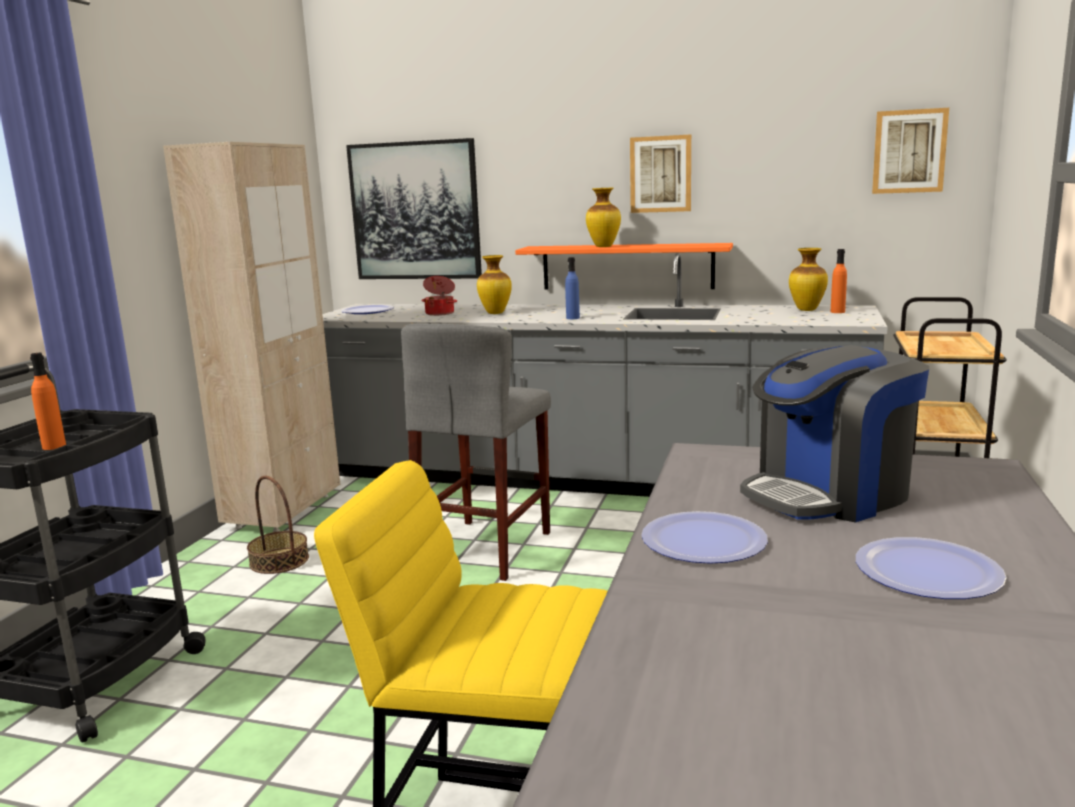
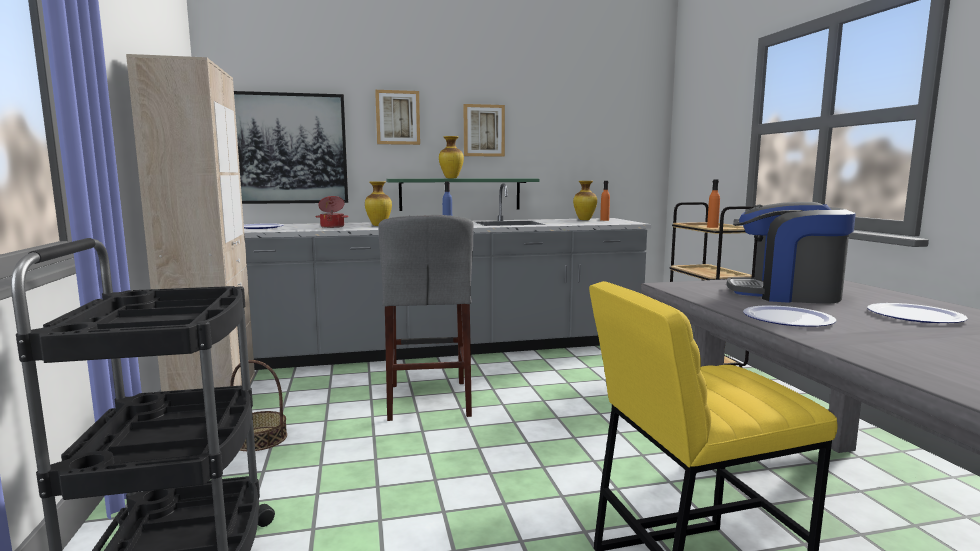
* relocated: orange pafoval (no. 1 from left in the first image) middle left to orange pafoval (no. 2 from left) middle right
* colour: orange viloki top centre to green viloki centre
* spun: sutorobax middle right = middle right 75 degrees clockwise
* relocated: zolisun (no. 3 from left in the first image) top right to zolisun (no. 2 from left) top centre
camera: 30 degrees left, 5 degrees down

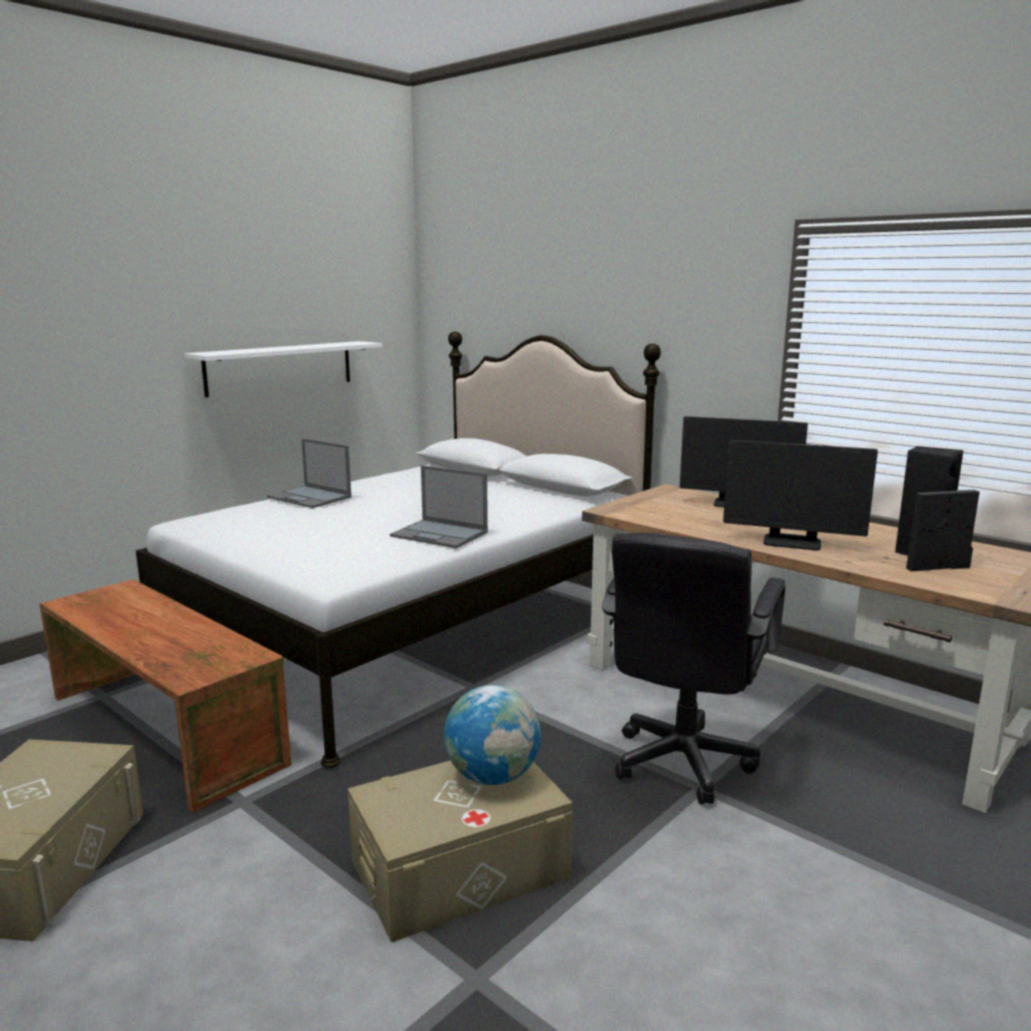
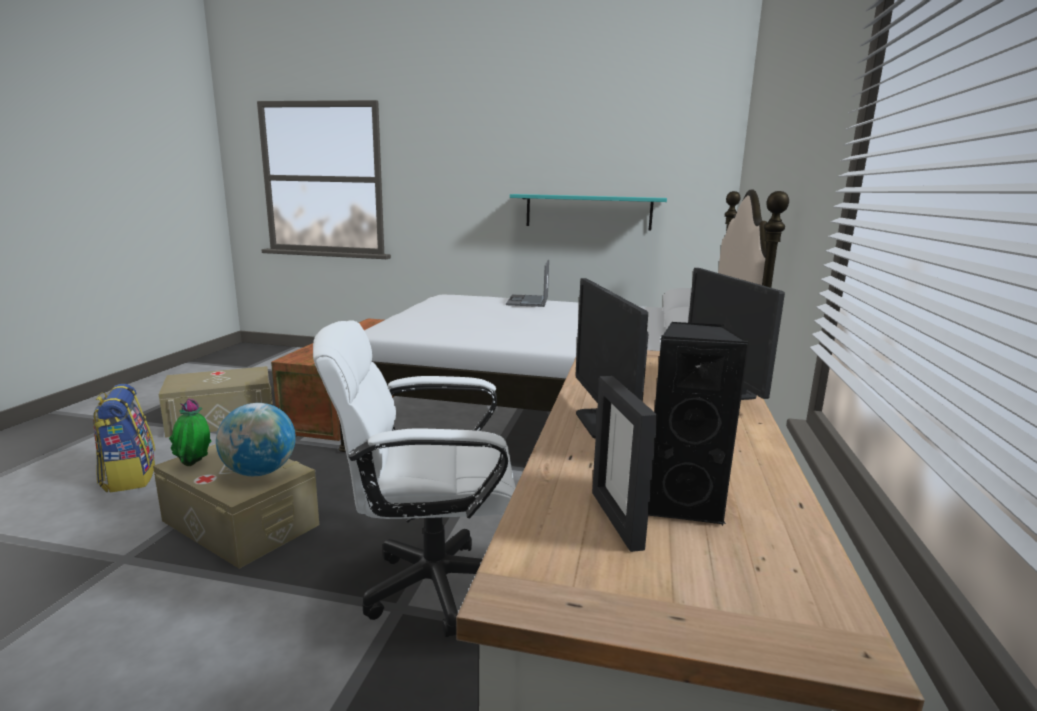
* colour: white viloki middle left to turquoise viloki top centre
* missing: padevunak (no. 2 from left) centre
* colour: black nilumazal middle right to white nilumazal bottom centre
* spun: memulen middle right = centre 150 degrees counterclockwise
* appeared: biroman middle left
* appeared: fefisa middle left
camera: 60 degrees right, 0 degrees up

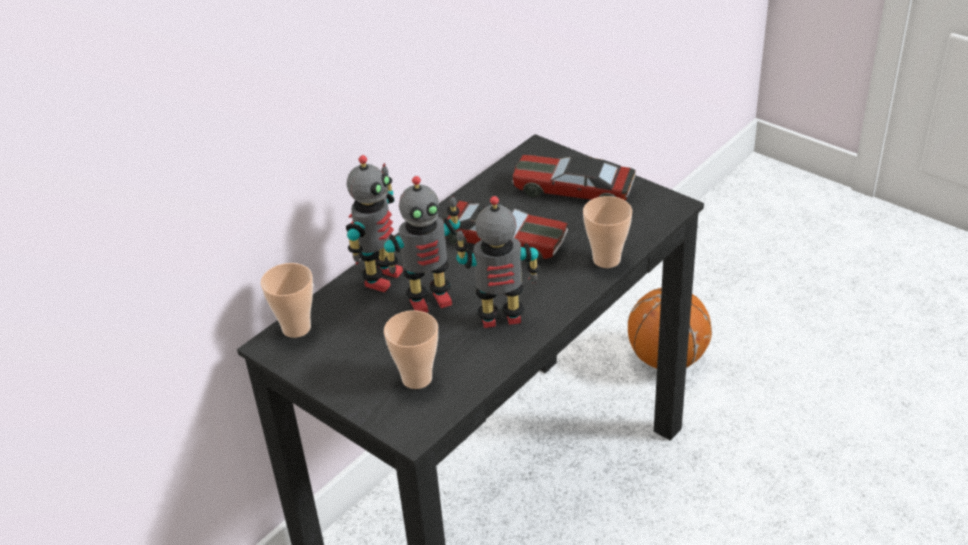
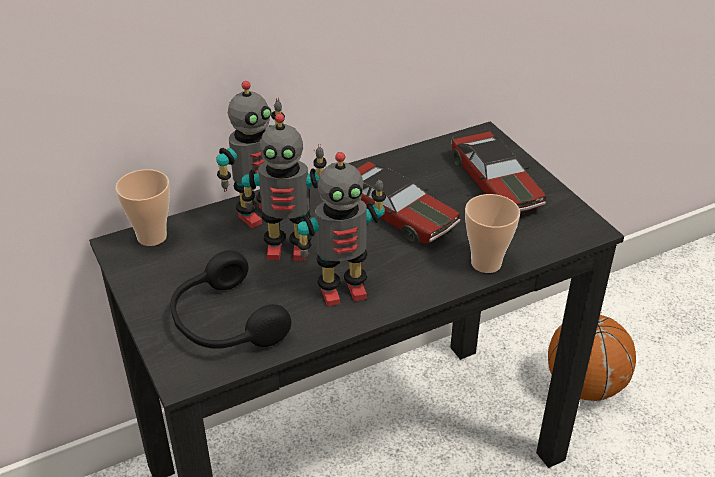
* exchanged: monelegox (no. 2 from left) centre to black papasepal middle left
* spun: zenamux (no. 3 from left) centre = centre 150 degrees clockwise
* spun: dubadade (no. 2 from left) top centre = middle right 150 degrees counterclockwise
camera: 20 degrees right, 0 degrees up

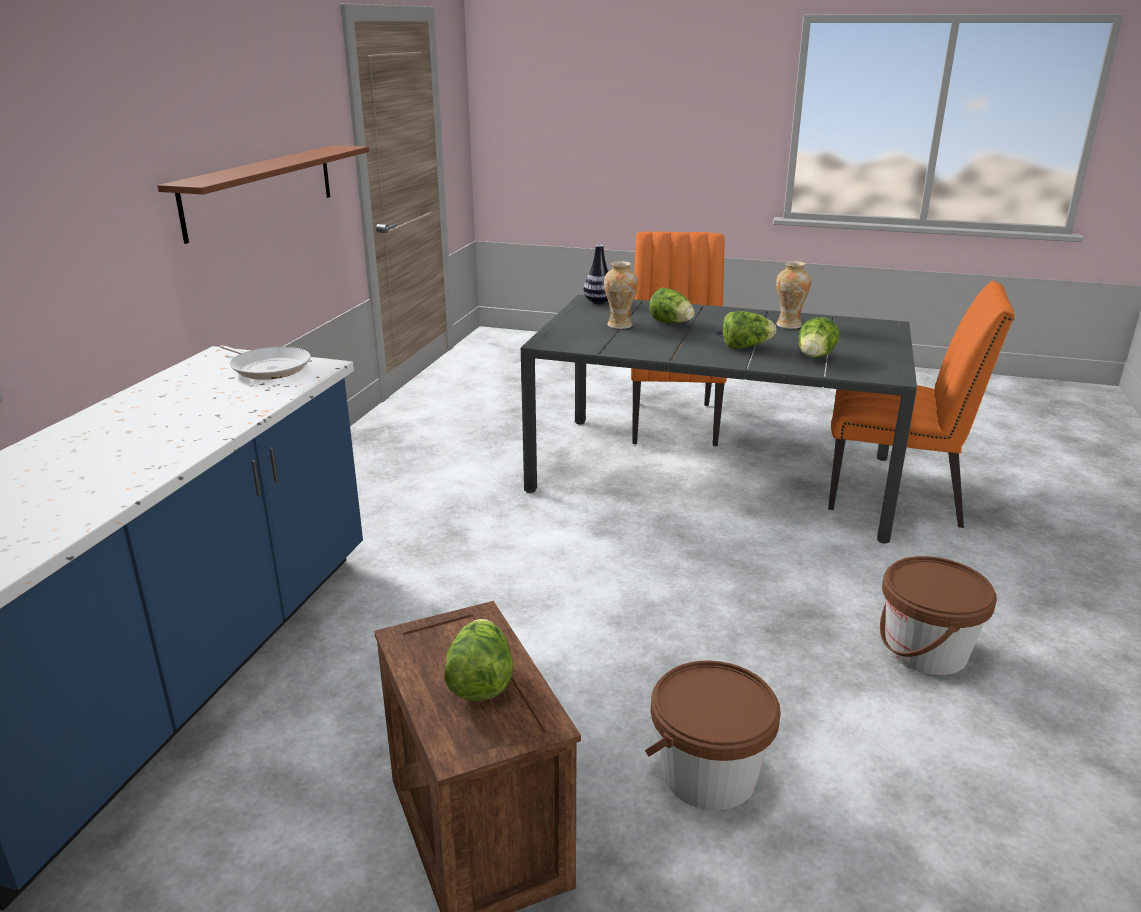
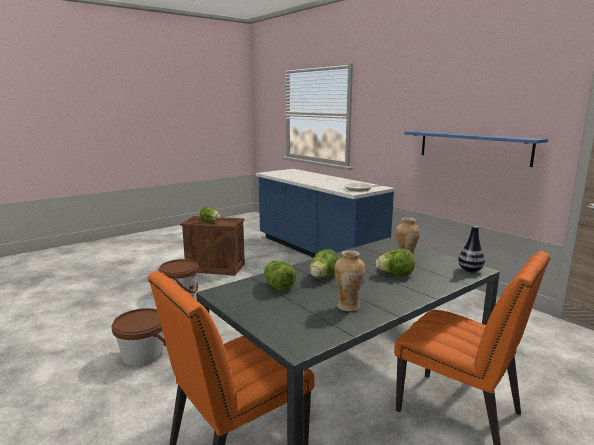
* colour: brown viloki top left to blue viloki middle right
camera: 125 degrees right, 10 degrees down

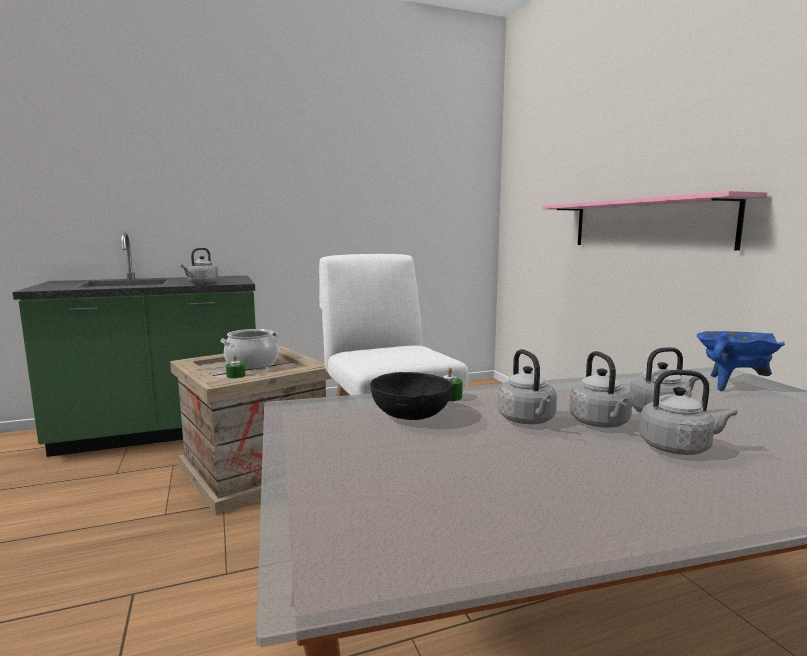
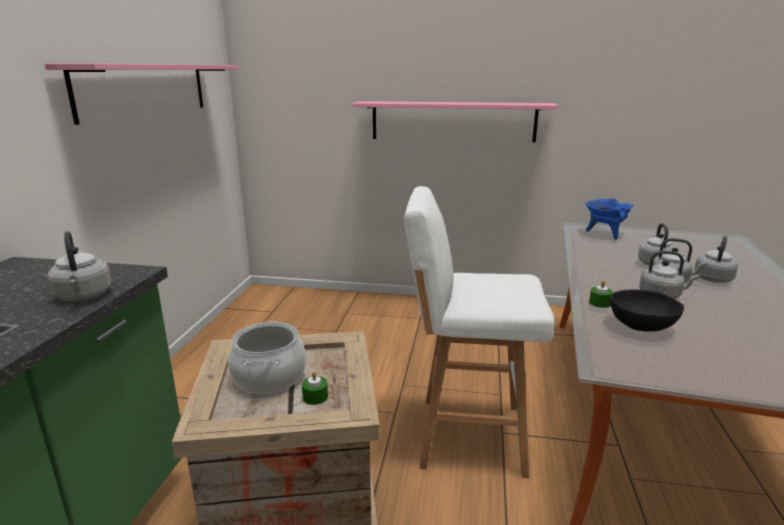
* appeared: pink viloki (no. 1 from left) top left
camera: 60 degrees left, 10 degrees up

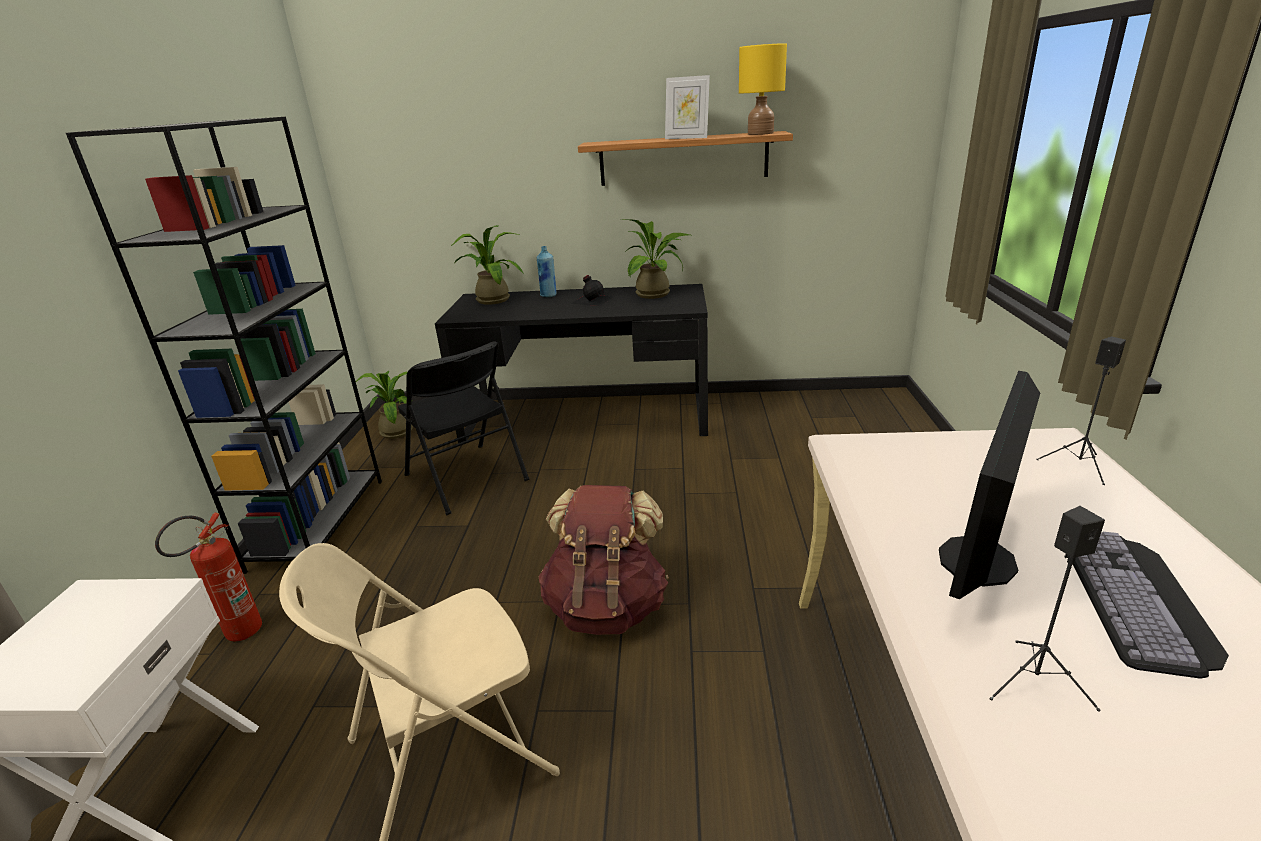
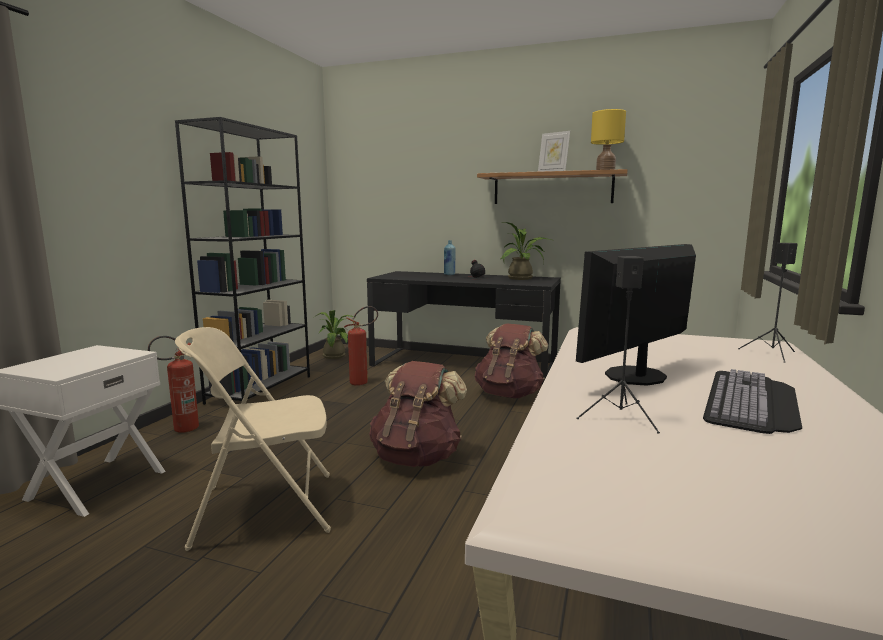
* exchanged: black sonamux centre to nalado (no. 2 from left) centre
* missing: fefisa (no. 2 from left) top centre
* appeared: brown biroman (no. 2 from left) centre
camera: 15 degrees right, 15 degrees down

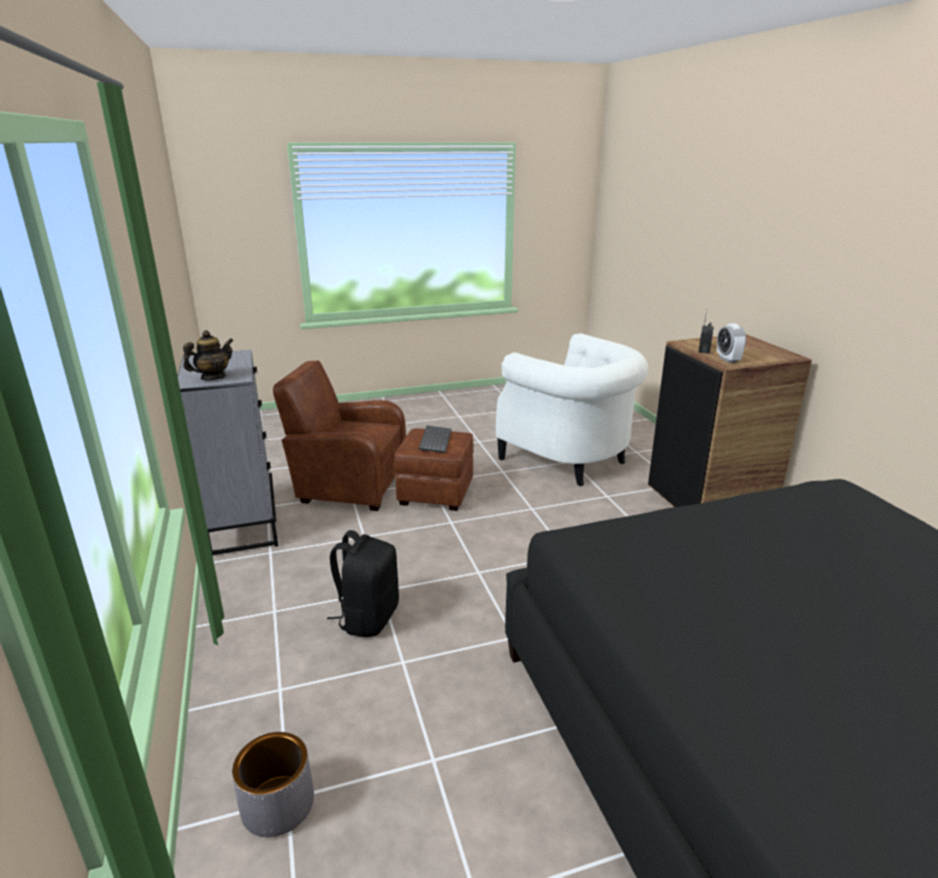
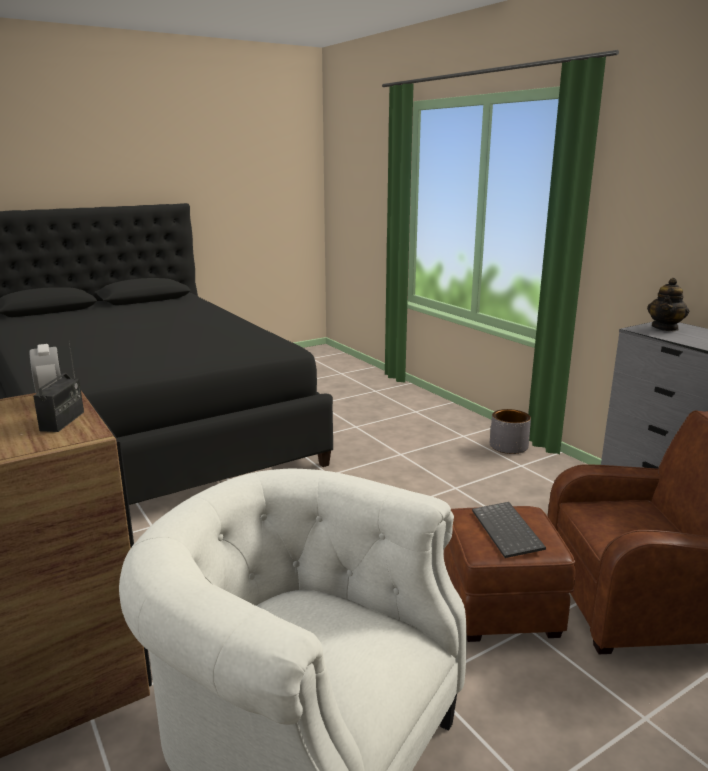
* relocated: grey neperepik bottom left to middle right
* missing: black biroman centre
camera: 165 degrees right, 5 degrees down

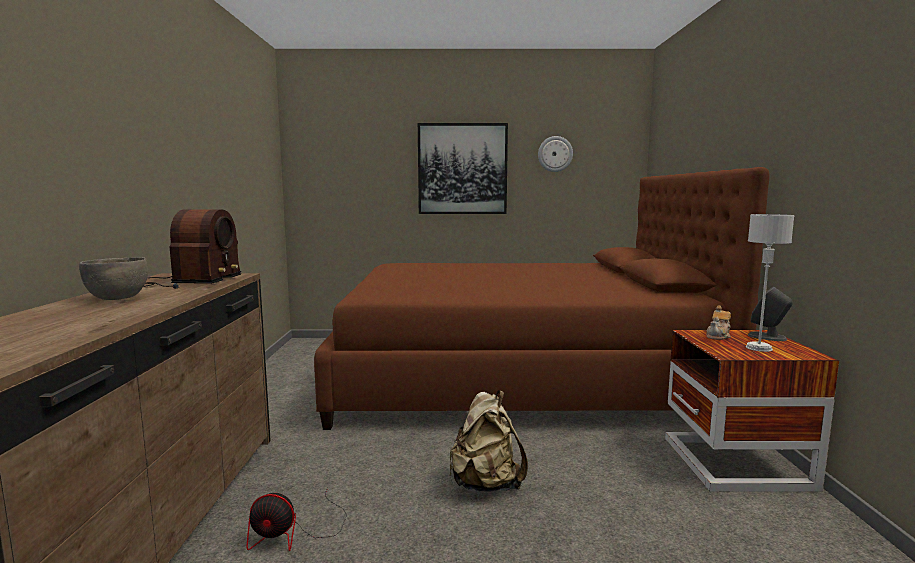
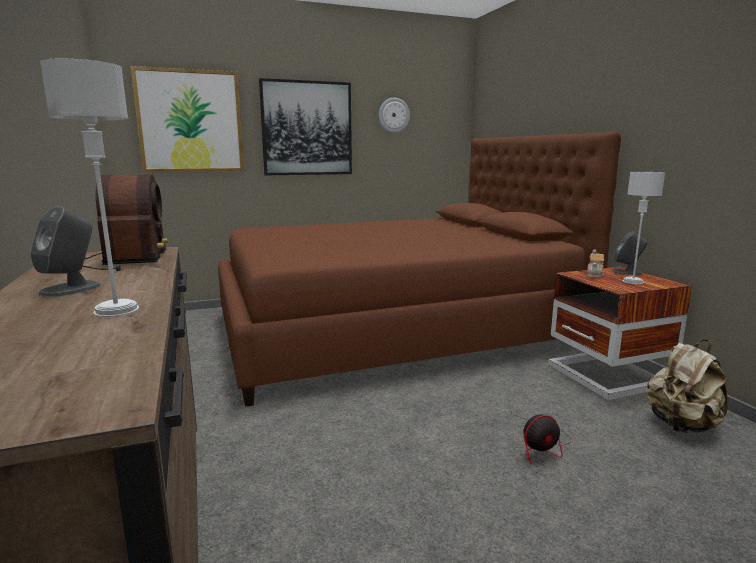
* exchanged: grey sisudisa middle left to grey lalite (no. 1 from left) middle left
* relocated: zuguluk bottom left to bottom right
* relocated: beige biroman bottom centre to bottom right
* appeared: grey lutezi (no. 1 from left) middle left
* appeared: zolisun (no. 1 from left) top left
camera: 20 degrees left, 5 degrees up

